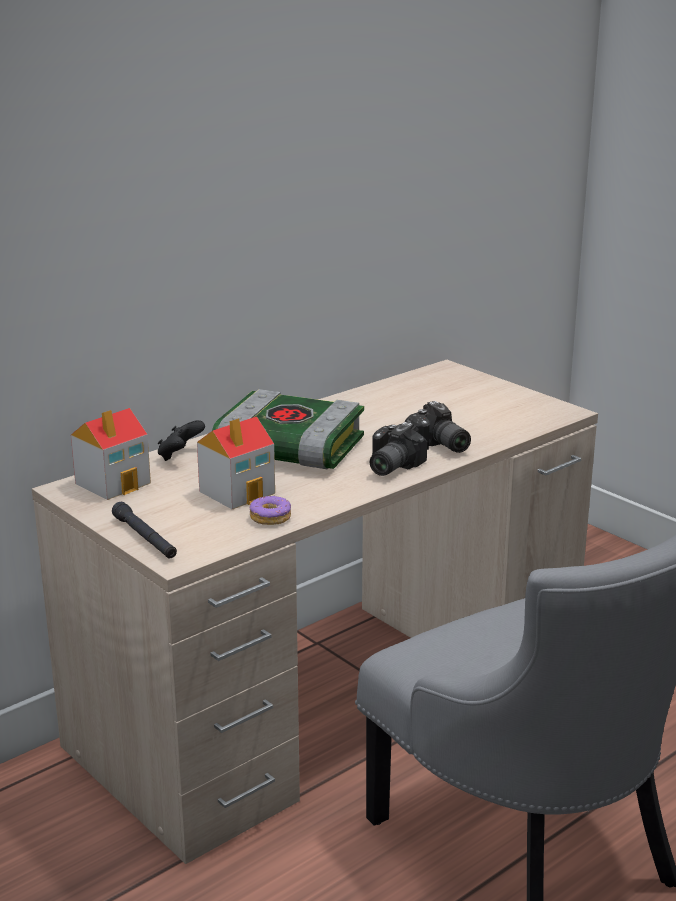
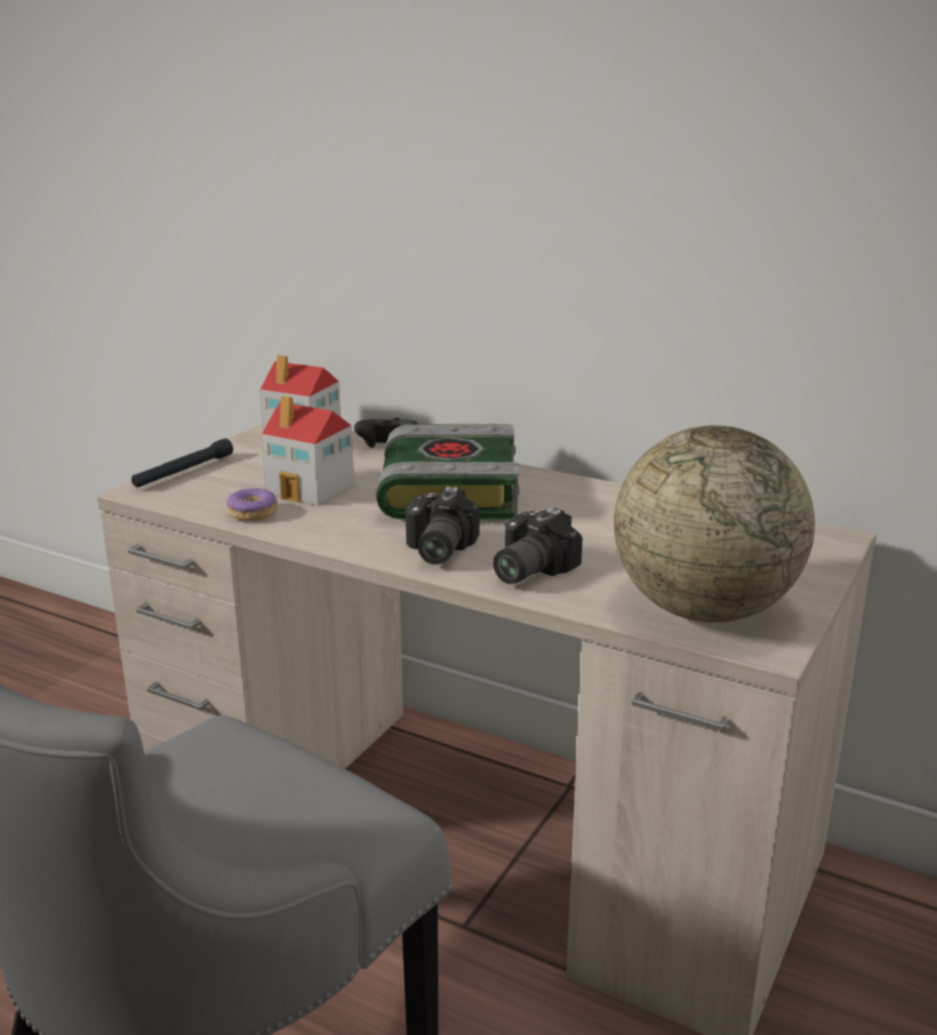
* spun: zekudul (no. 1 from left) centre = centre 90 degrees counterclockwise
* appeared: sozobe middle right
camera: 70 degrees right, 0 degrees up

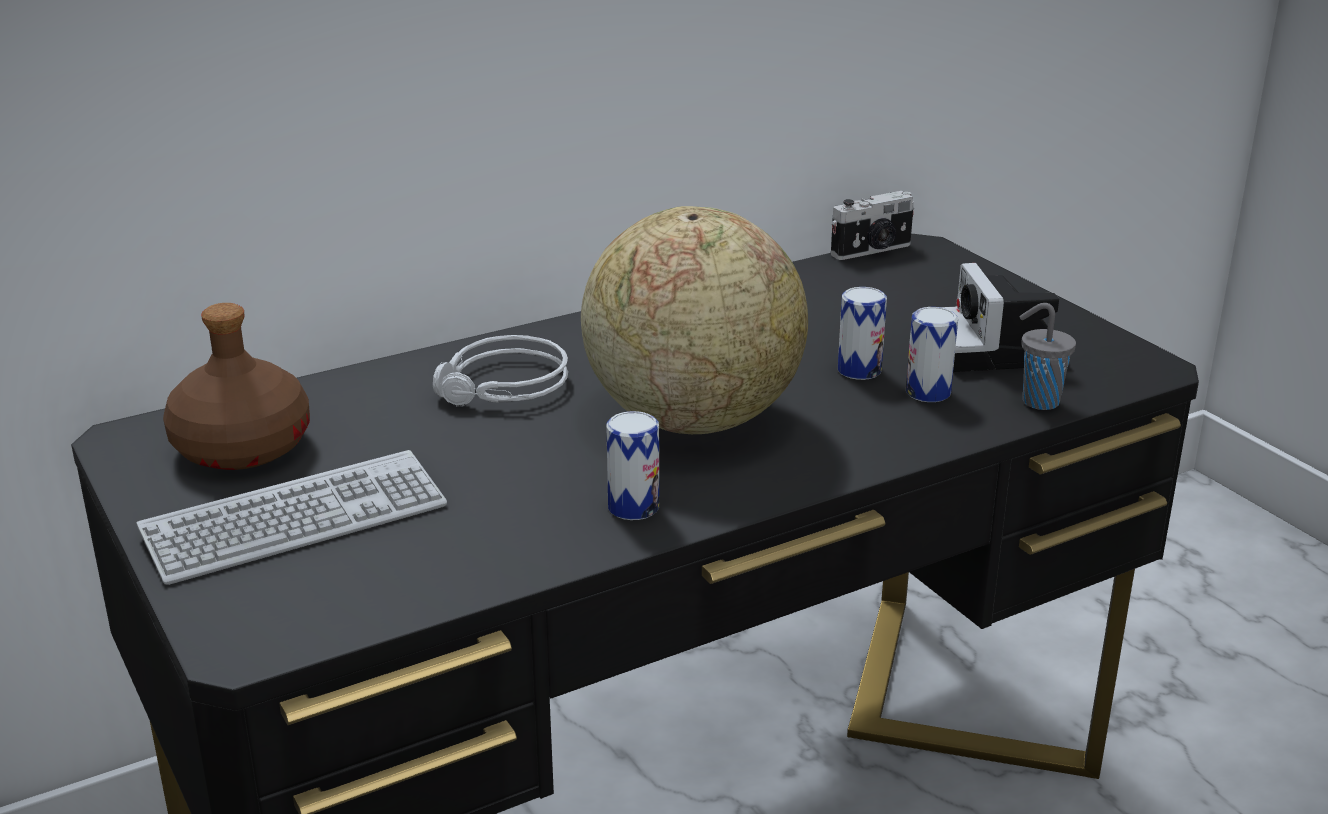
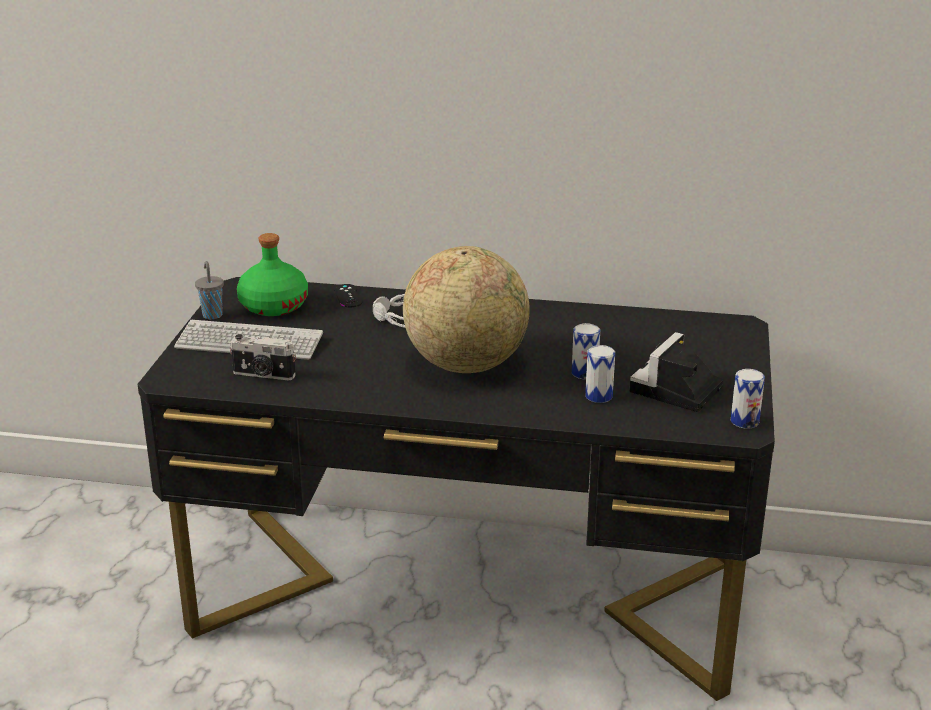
* colour: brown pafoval middle left to green pafoval middle left
* relocated: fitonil (no. 1 from left in the first image) centre to fitonil (no. 3 from left) middle right
* relocated: zekudul (no. 1 from left) top centre to middle left
* relocated: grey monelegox middle right to middle left
* appeared: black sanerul centre
camera: 40 degrees right, 0 degrees up

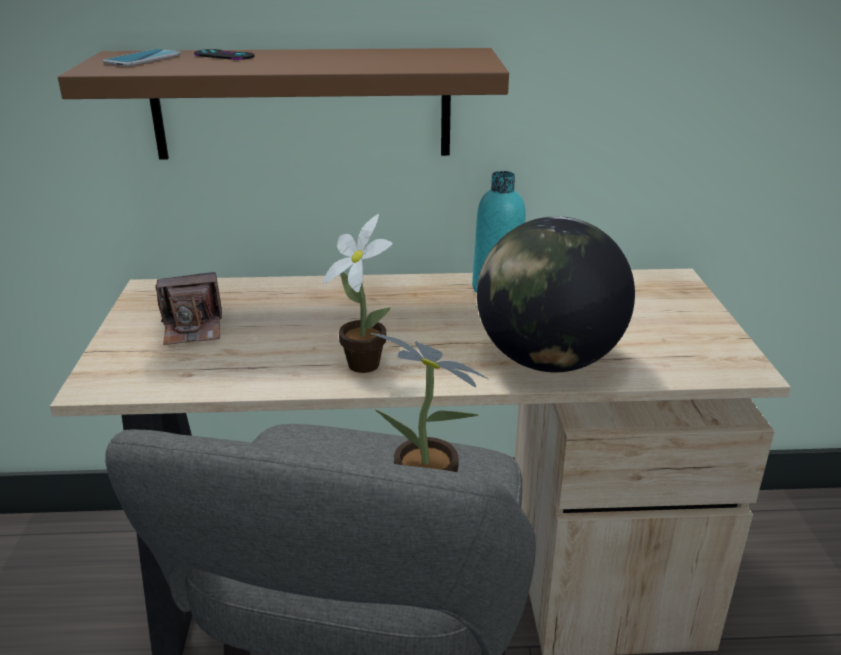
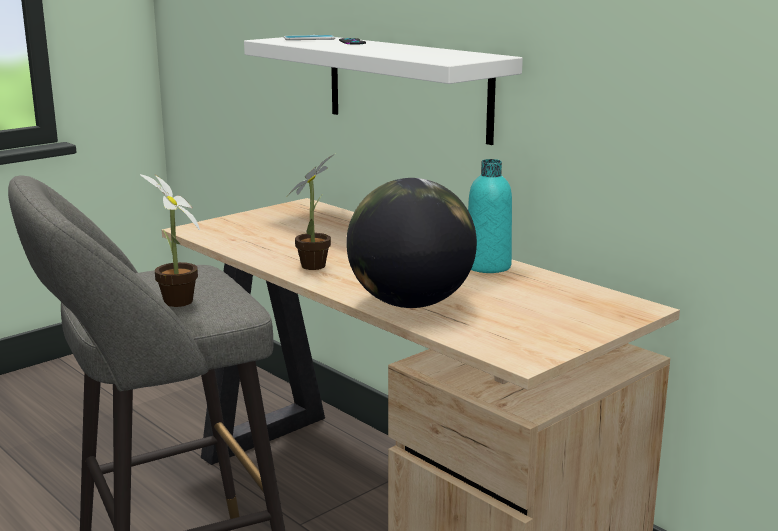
* colour: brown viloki top centre to white viloki top centre
* missing: zekudul middle left
camera: 50 degrees right, 10 degrees down

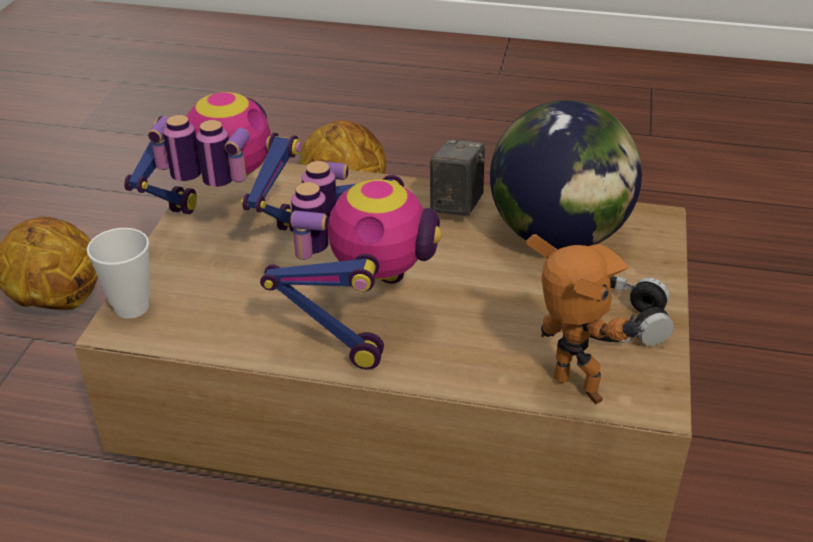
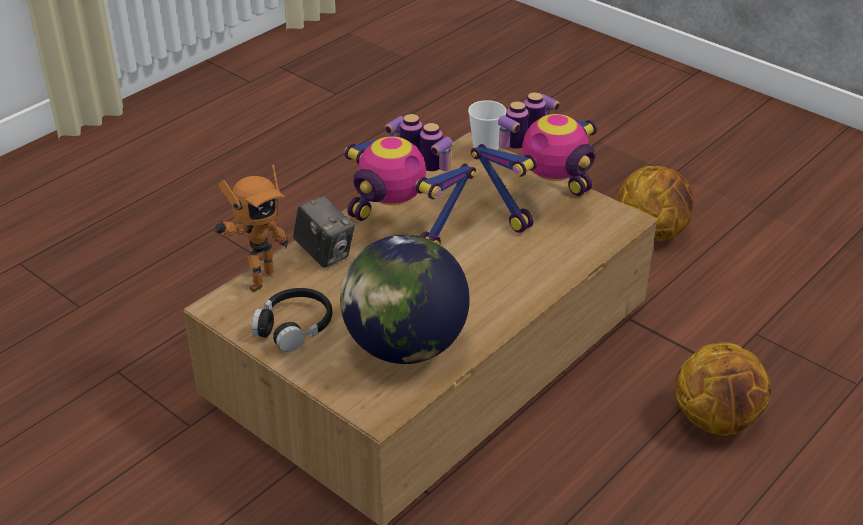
* relocated: zekudul top centre to centre
* spun: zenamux (no. 3 from left in the first image) middle right = middle left 45 degrees counterclockwise
camera: 120 degrees right, 0 degrees up

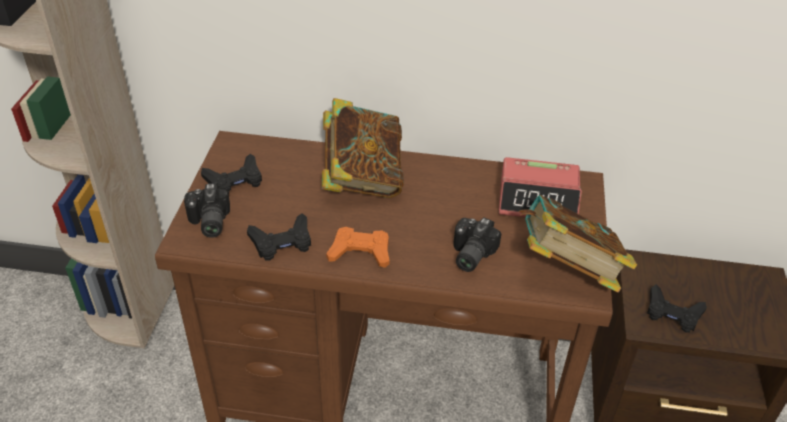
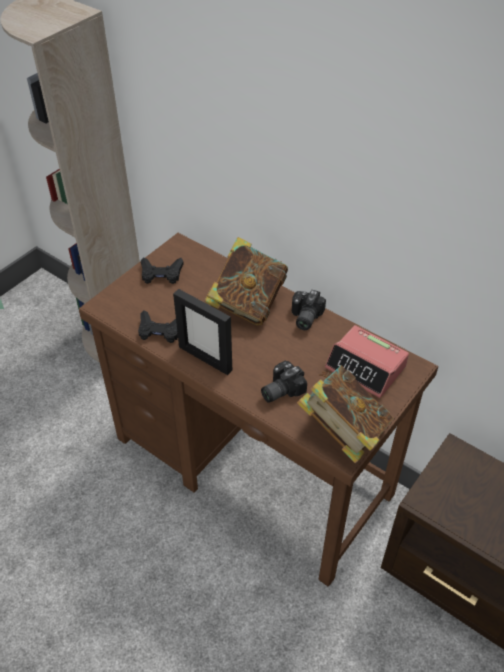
* relocated: zekudul (no. 1 from left in the first image) middle left to zekudul (no. 2 from left) centre
* exchanged: orange sanerul centre to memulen centre
* missing: black sanerul (no. 3 from left) bottom right
camera: 30 degrees right, 5 degrees up

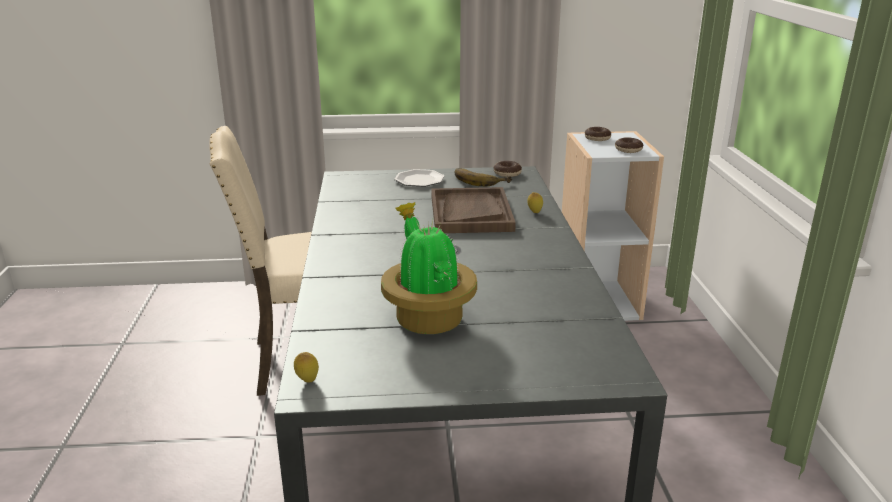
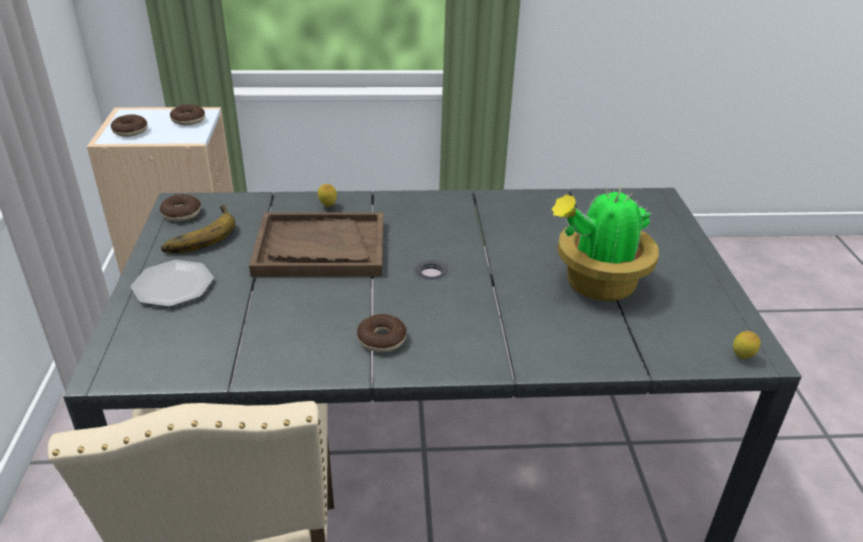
* appeared: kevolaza (no. 4 from left) centre
camera: 90 degrees left, 10 degrees up

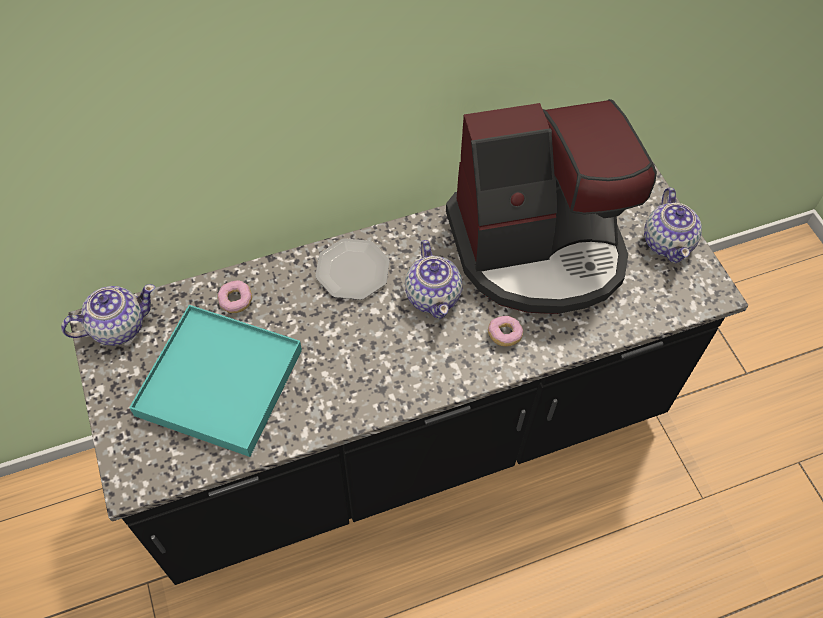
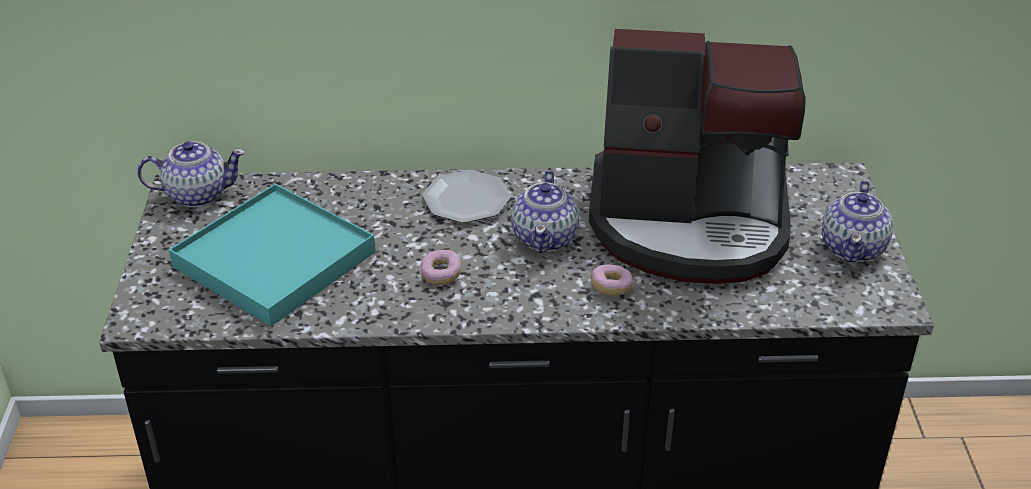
* relocated: kevolaza (no. 1 from left) middle left to centre
camera: 20 degrees right, 20 degrees down

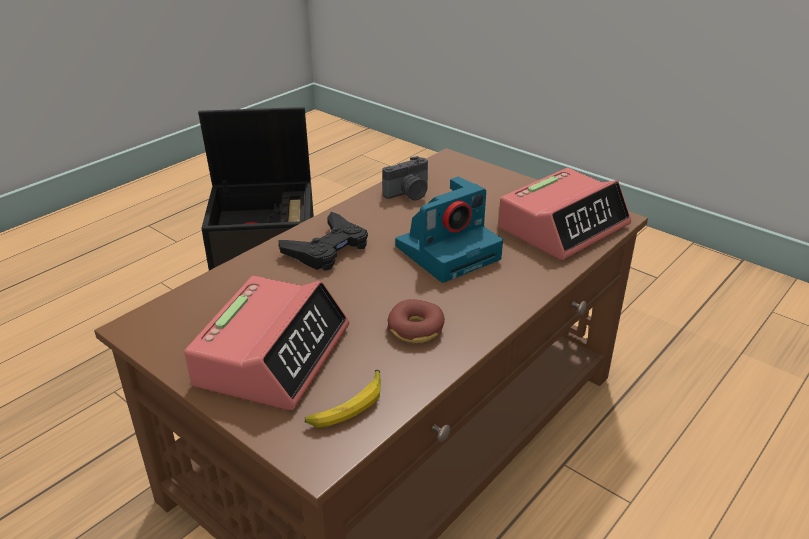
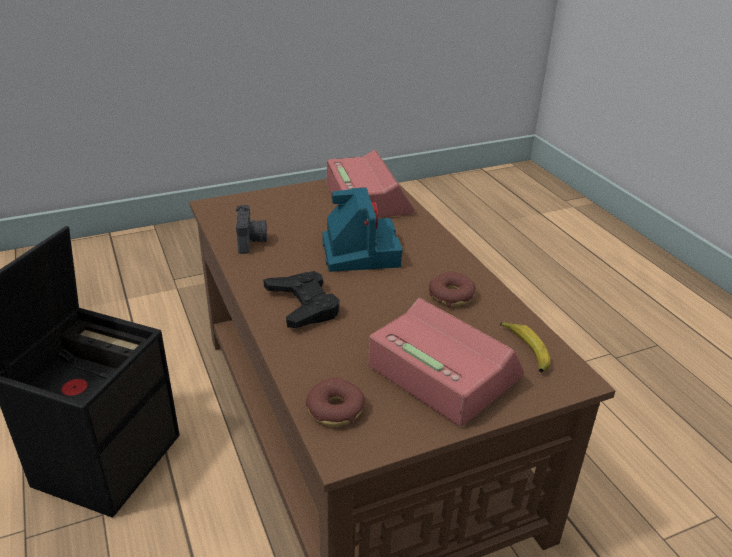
* appeared: kevolaza (no. 1 from left) bottom centre
camera: 65 degrees left, 0 degrees up

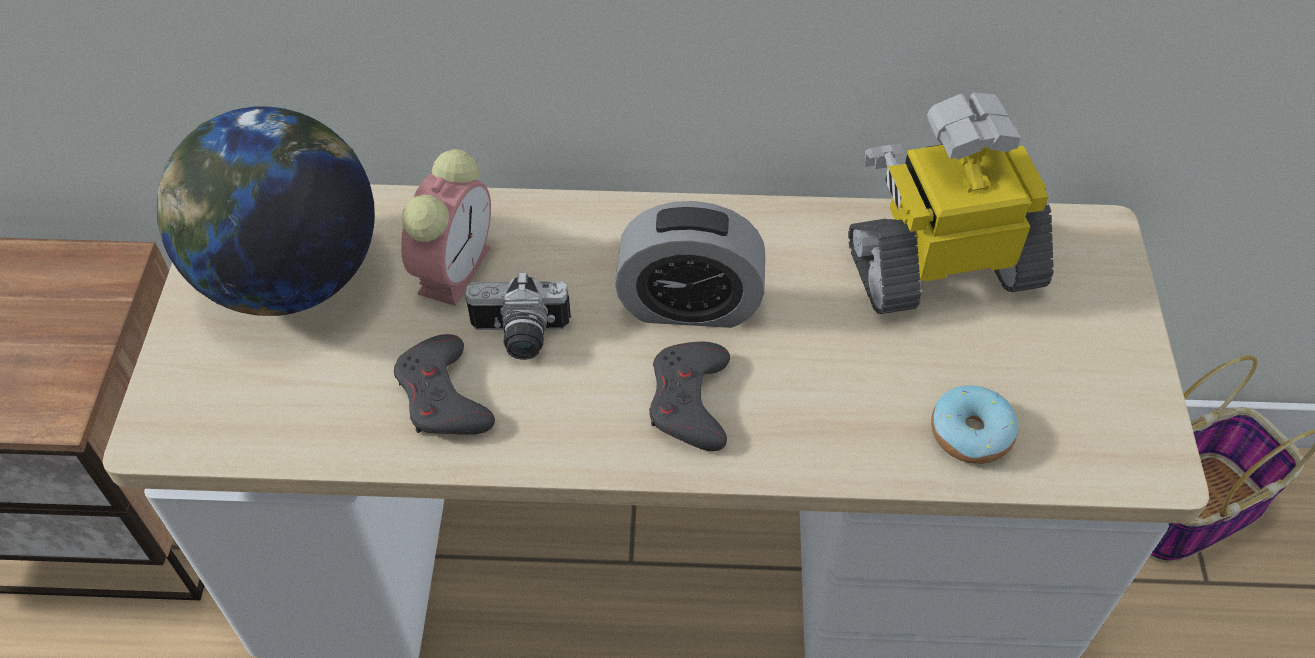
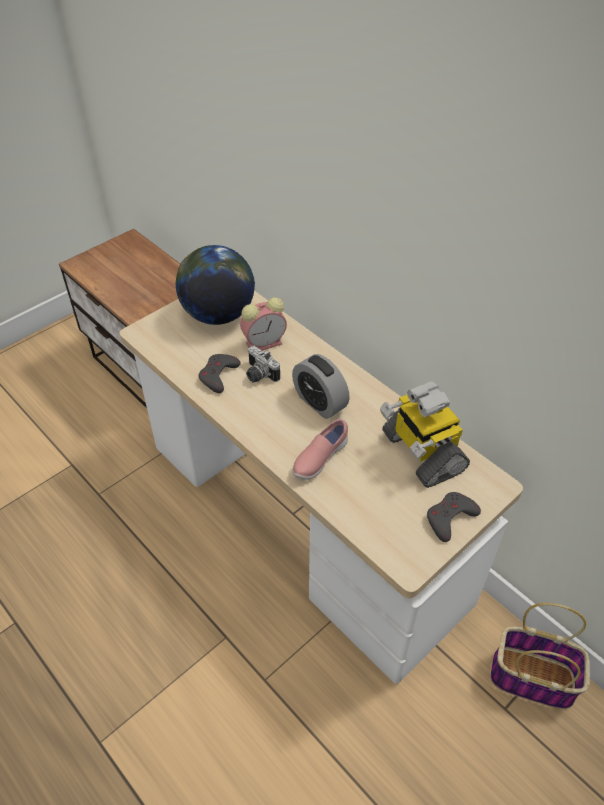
* relocated: grey sanerul (no. 2 from left) centre to middle right
* spun: zenamux top right = middle right 150 degrees counterclockwise
* missing: kevolaza middle right
* appeared: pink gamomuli centre
camera: 45 degrees right, 5 degrees down

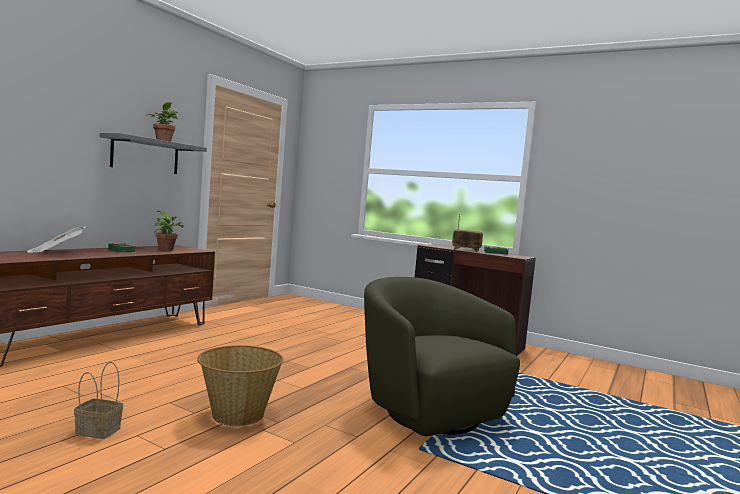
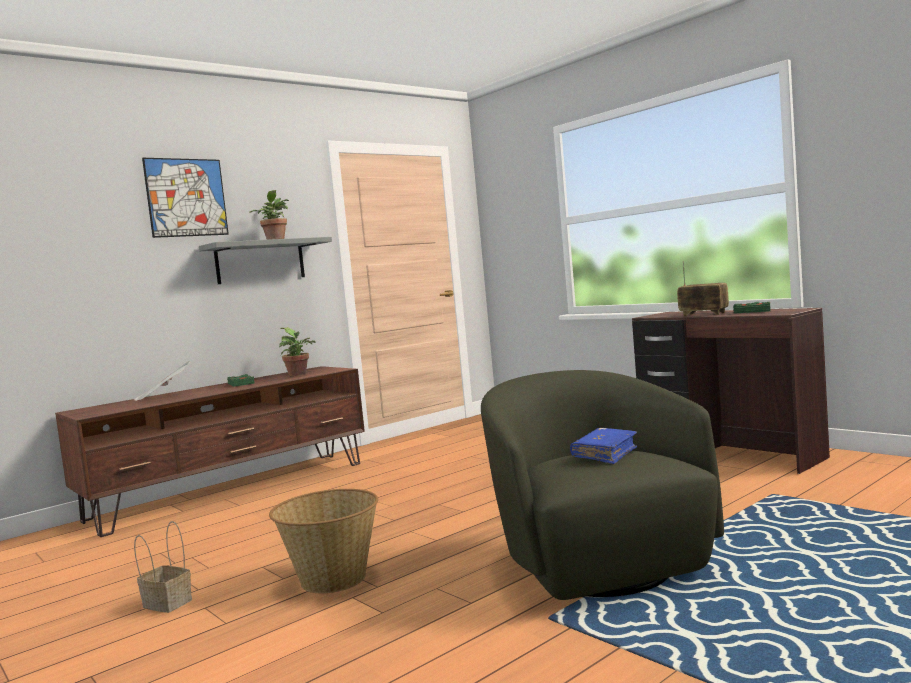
* appeared: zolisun top left
* appeared: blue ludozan centre
camera: 20 degrees right, 0 degrees up

